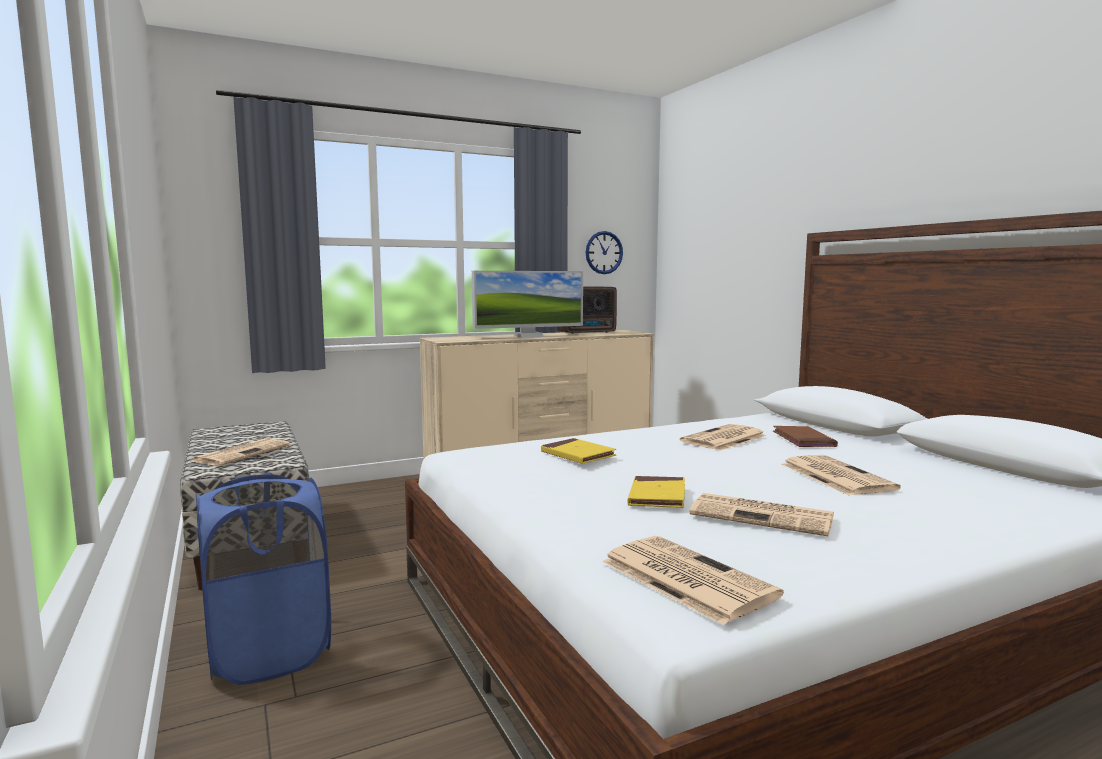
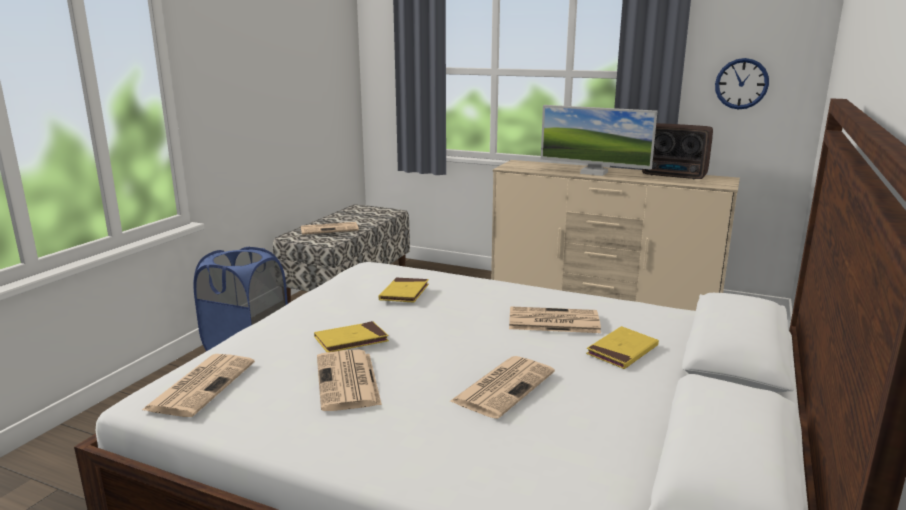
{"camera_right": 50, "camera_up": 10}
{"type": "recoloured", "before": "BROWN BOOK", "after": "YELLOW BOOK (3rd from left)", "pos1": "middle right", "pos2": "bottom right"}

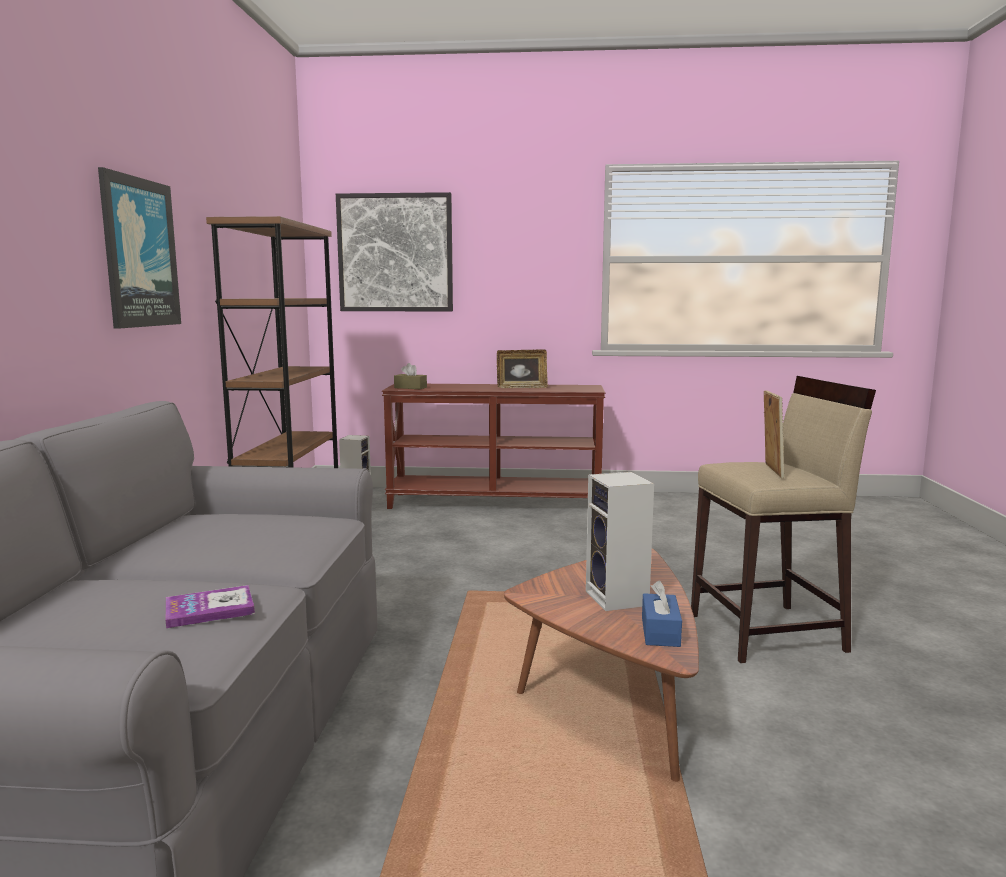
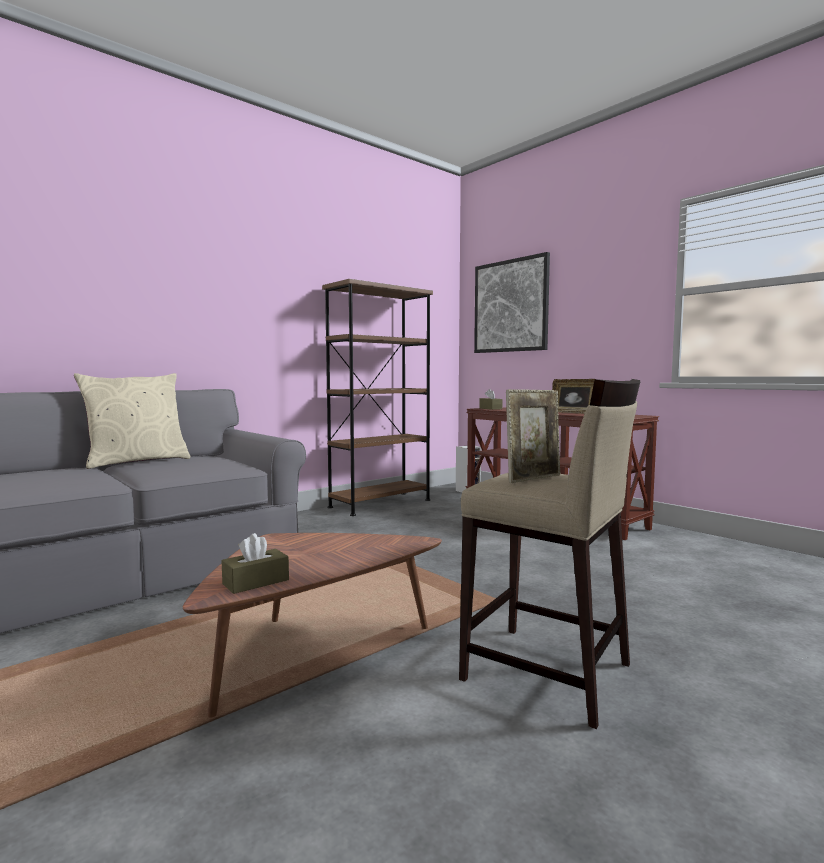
{"camera_right": 45, "camera_up": -5}
{"type": "removed", "before": "PICTURE (1st from left)", "pos1": "top left"}
{"type": "removed", "before": "BOOK", "pos1": "bottom left"}
{"type": "removed", "before": "SPEAKER (2nd from left)", "pos1": "centre"}
{"type": "added", "after": "BEIGE PILLOW", "pos2": "middle left"}
{"type": "recoloured", "before": "BLUE TISSUE BOX", "after": "BROWN TISSUE BOX (1st from left)", "pos1": "bottom centre", "pos2": "middle left"}

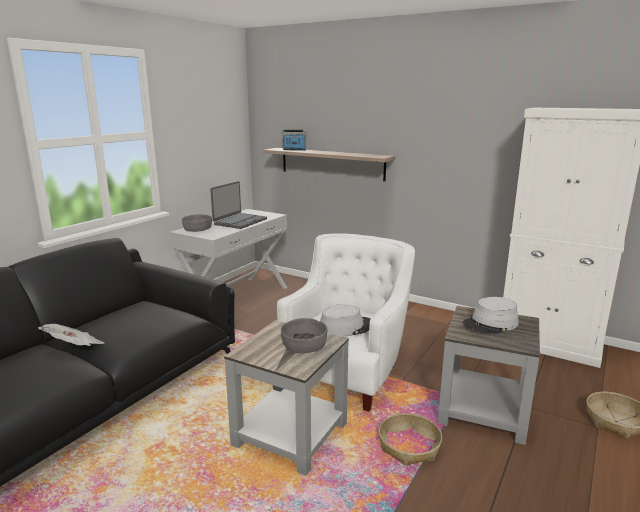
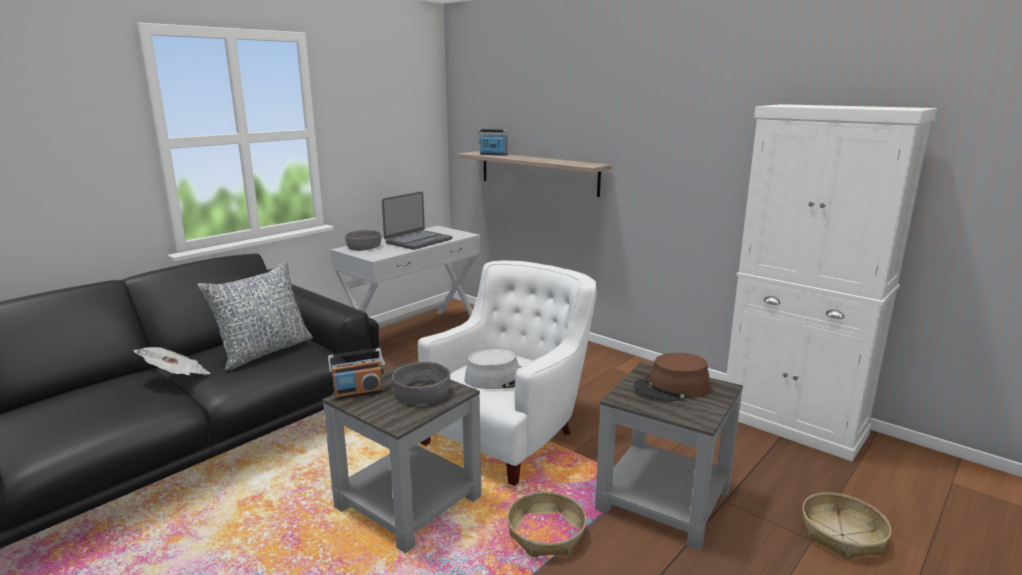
{"camera_right": 10, "camera_up": 0}
{"type": "added", "after": "PILLOW", "pos2": "middle left"}
{"type": "added", "after": "RADIO (1st from left)", "pos2": "centre"}
{"type": "recoloured", "before": "GREY HAT (2nd from left)", "after": "BROWN HAT", "pos1": "middle right", "pos2": "centre"}

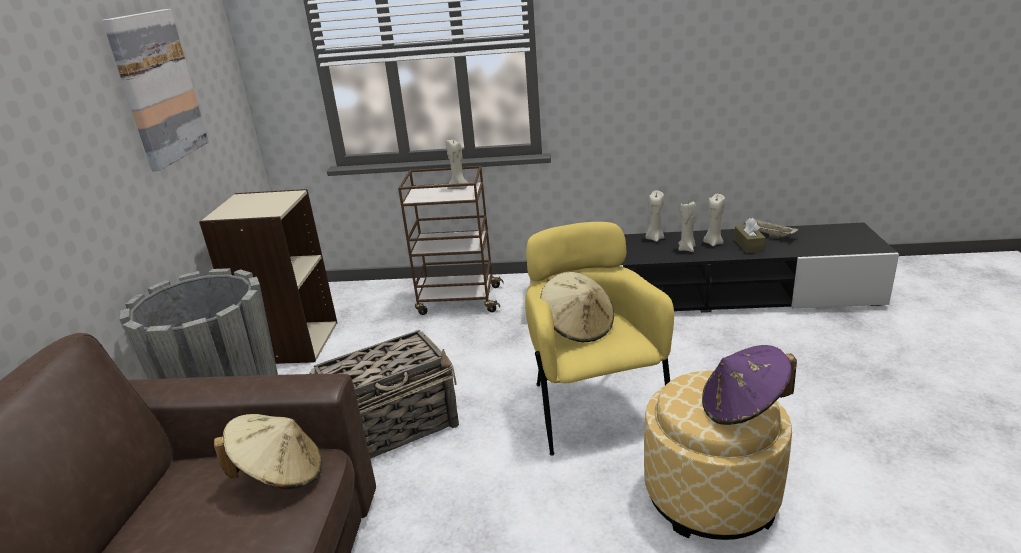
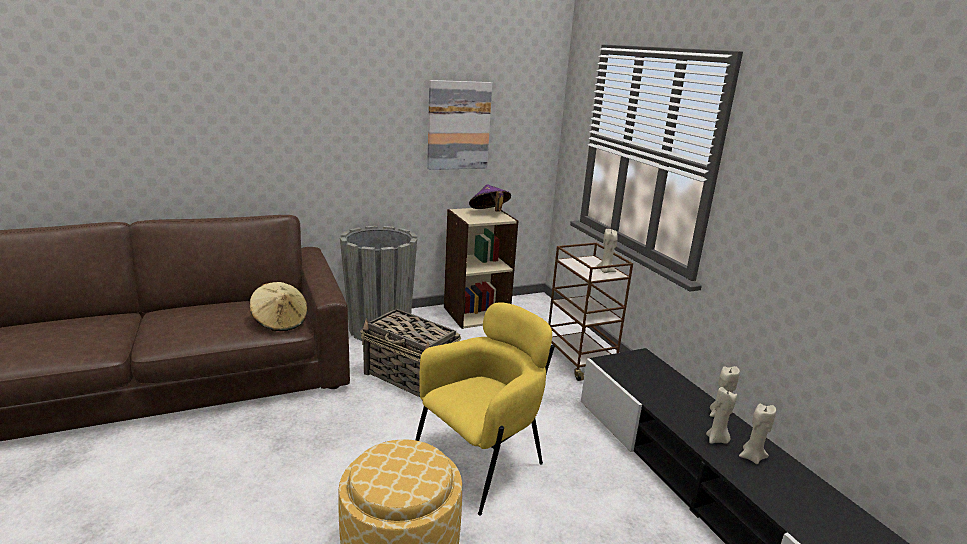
{"camera_right": 60, "camera_up": -5}
{"type": "removed", "before": "BEIGE HAT (2nd from left)", "pos1": "centre"}
{"type": "removed", "before": "BROWN TISSUE BOX", "pos1": "middle right"}
{"type": "removed", "before": "BEIGE TRAY", "pos1": "middle right"}
{"type": "moved", "before": "PURPLE HAT", "pos1": "bottom right", "pos2": "centre"}

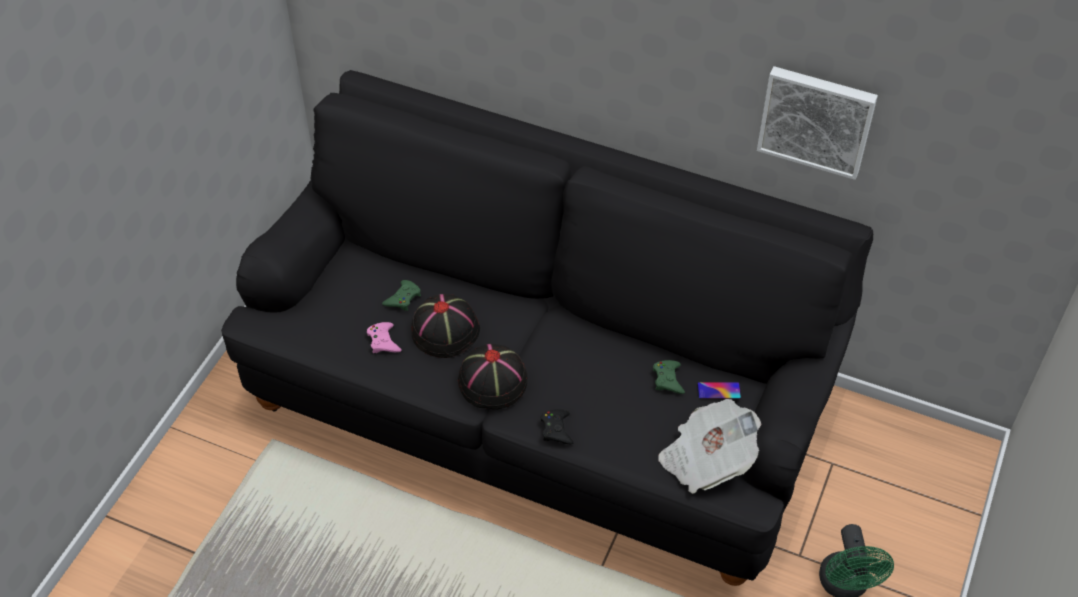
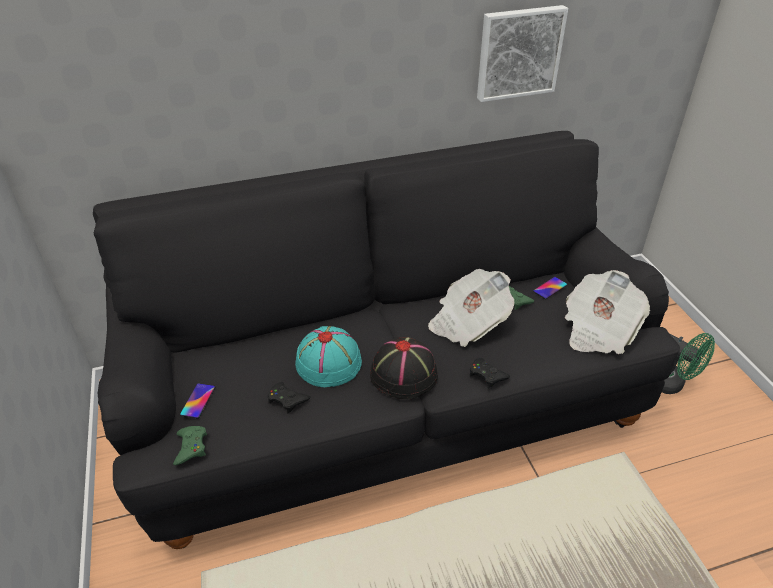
{"camera_right": -40, "camera_up": -10}
{"type": "added", "after": "PHONE (1st from left)", "pos2": "bottom left"}
{"type": "added", "after": "NEWSPAPER (1st from left)", "pos2": "centre"}
{"type": "moved", "before": "GREEN GAME CONTROLLER (1st from left)", "pos1": "centre", "pos2": "bottom left"}
{"type": "recoloured", "before": "PINK GAME CONTROLLER", "after": "BLACK GAME CONTROLLER (1st from left)", "pos1": "centre", "pos2": "bottom centre"}
{"type": "recoloured", "before": "BLACK HAT (1st from left)", "after": "TURQUOISE HAT", "pos1": "centre", "pos2": "centre"}

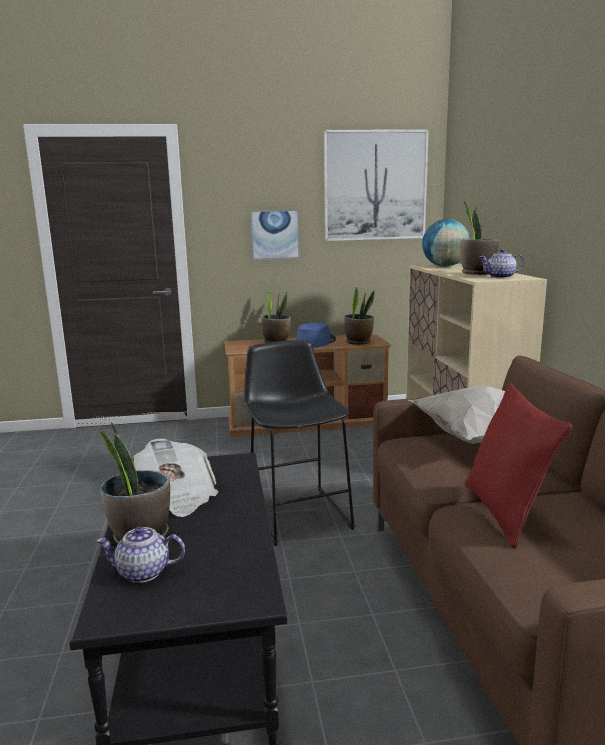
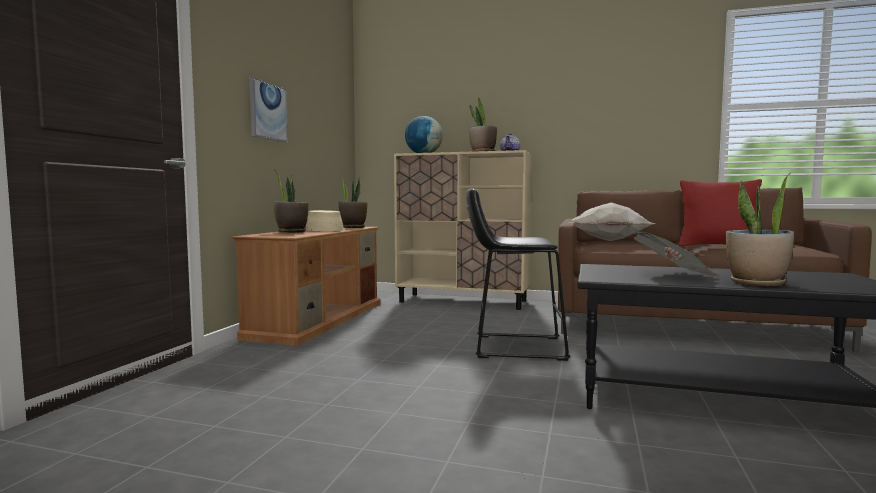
{"camera_right": -65, "camera_up": -10}
{"type": "removed", "before": "TEAPOT (1st from left)", "pos1": "bottom left"}
{"type": "removed", "before": "PICTURE (2nd from left)", "pos1": "top centre"}
{"type": "recoloured", "before": "BLUE HAT", "after": "BEIGE HAT", "pos1": "centre", "pos2": "centre"}

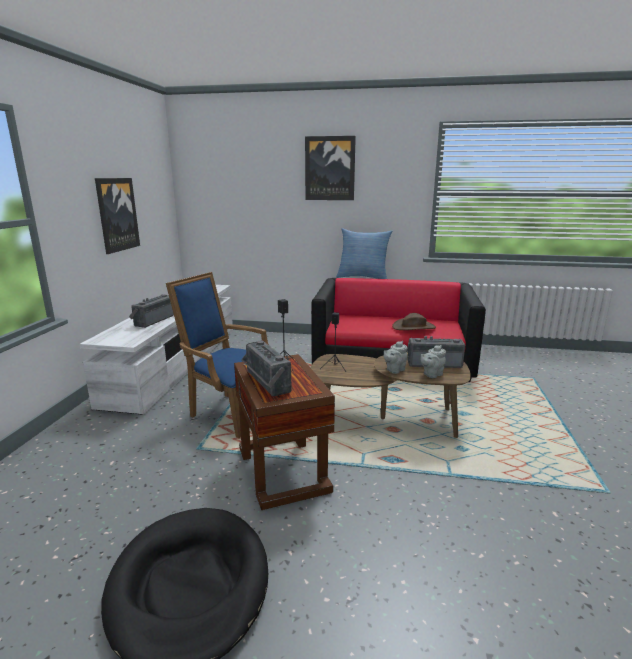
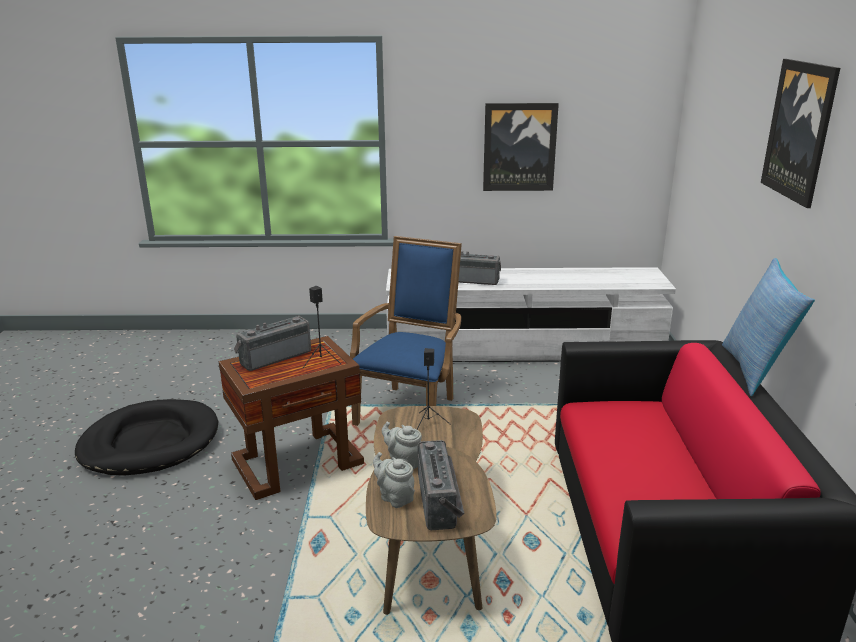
{"camera_right": 80, "camera_up": 5}
{"type": "removed", "before": "BROWN HAT", "pos1": "centre"}

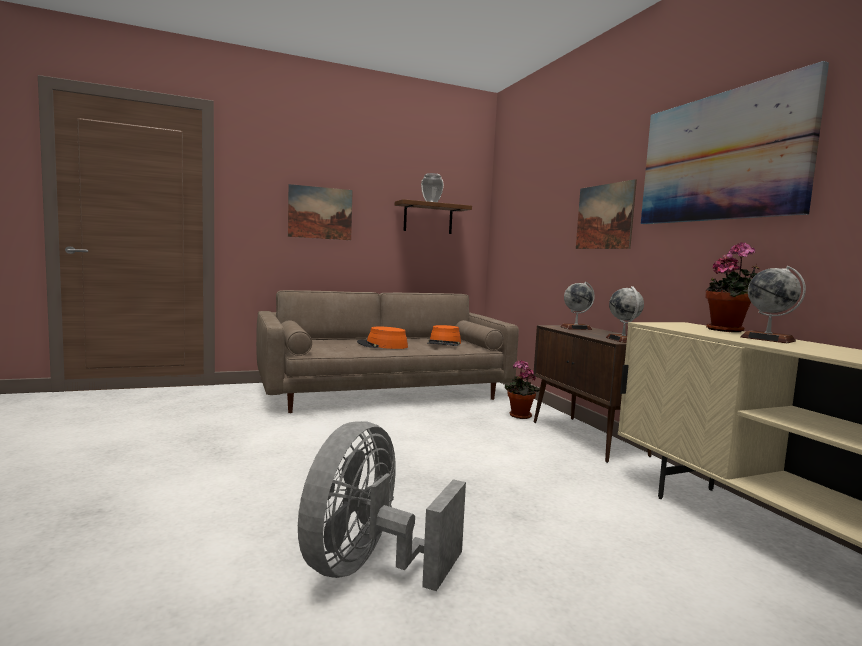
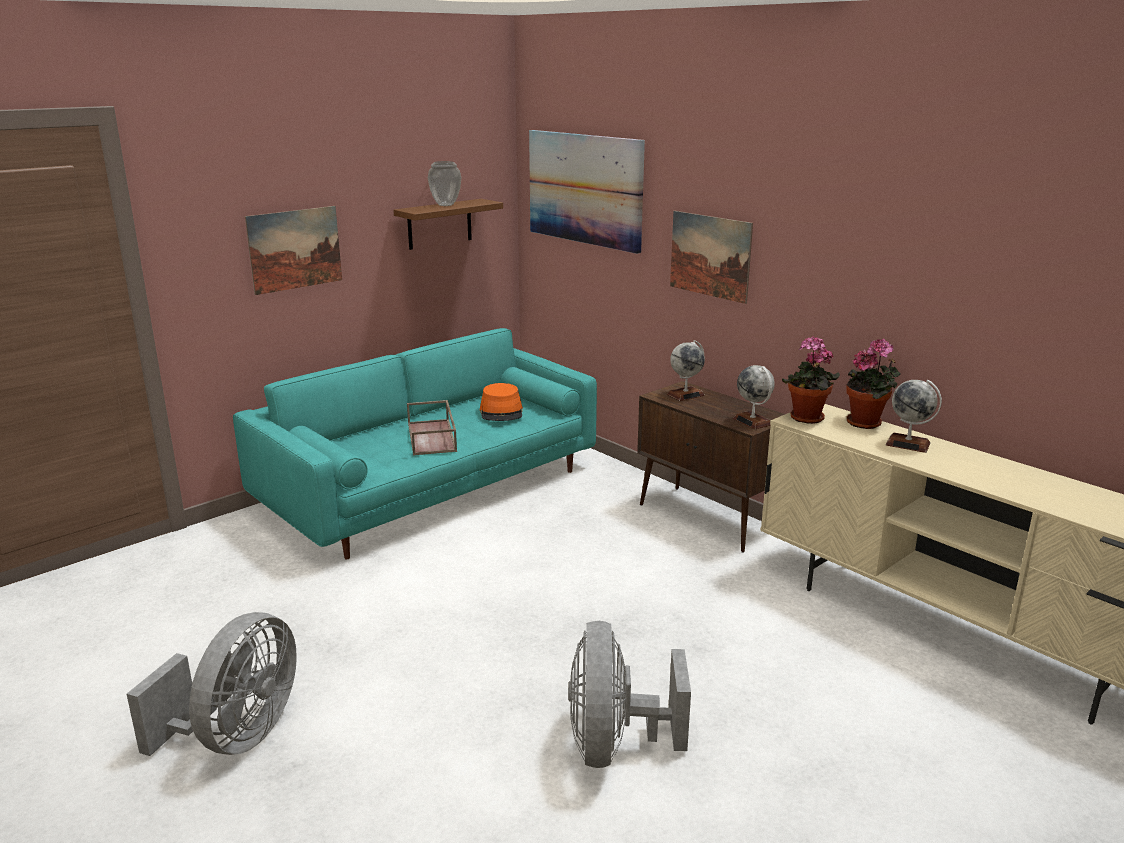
{"camera_right": -20, "camera_up": 15}
{"type": "added", "after": "GREY FAN (1st from left)", "pos2": "bottom left"}
{"type": "moved", "before": "POTTED PLANT (1st from left)", "pos1": "centre", "pos2": "middle right"}
{"type": "moved", "before": "PICTURE (3rd from left in the first image)", "after": "PICTURE (2nd from left)", "pos1": "top right", "pos2": "top centre"}
{"type": "replaced", "before": "ORANGE HAT (1st from left)", "after": "BROWN TRAY", "pos1": "centre", "pos2": "centre"}
{"type": "recoloured", "before": "BEIGE SOFA", "after": "TURQUOISE SOFA", "pos1": "centre", "pos2": "centre"}

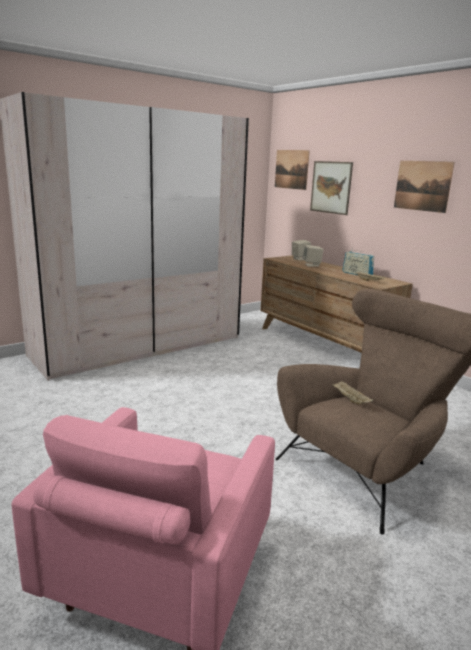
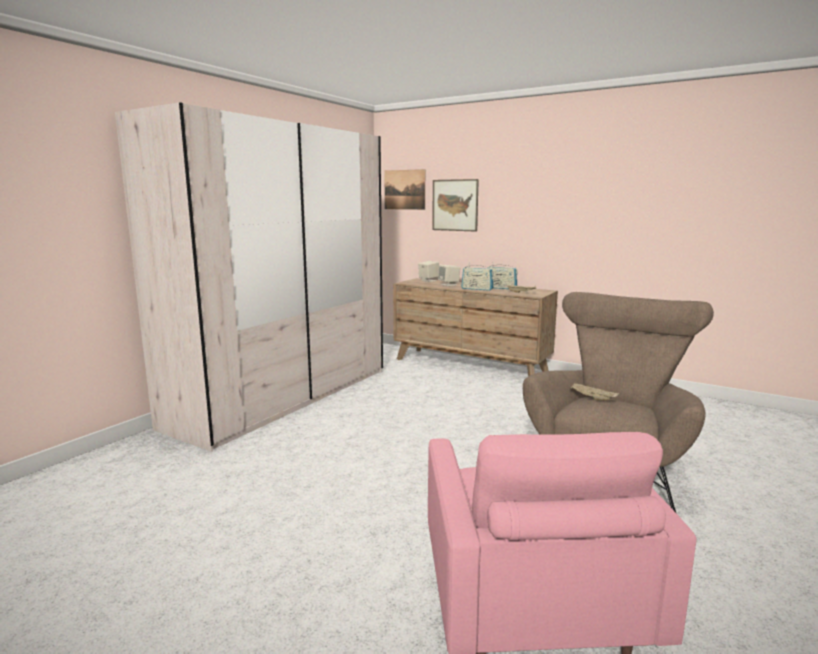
{"camera_right": -20, "camera_up": -5}
{"type": "removed", "before": "PICTURE (3rd from left)", "pos1": "top right"}
{"type": "added", "after": "RADIO (1st from left)", "pos2": "centre"}

